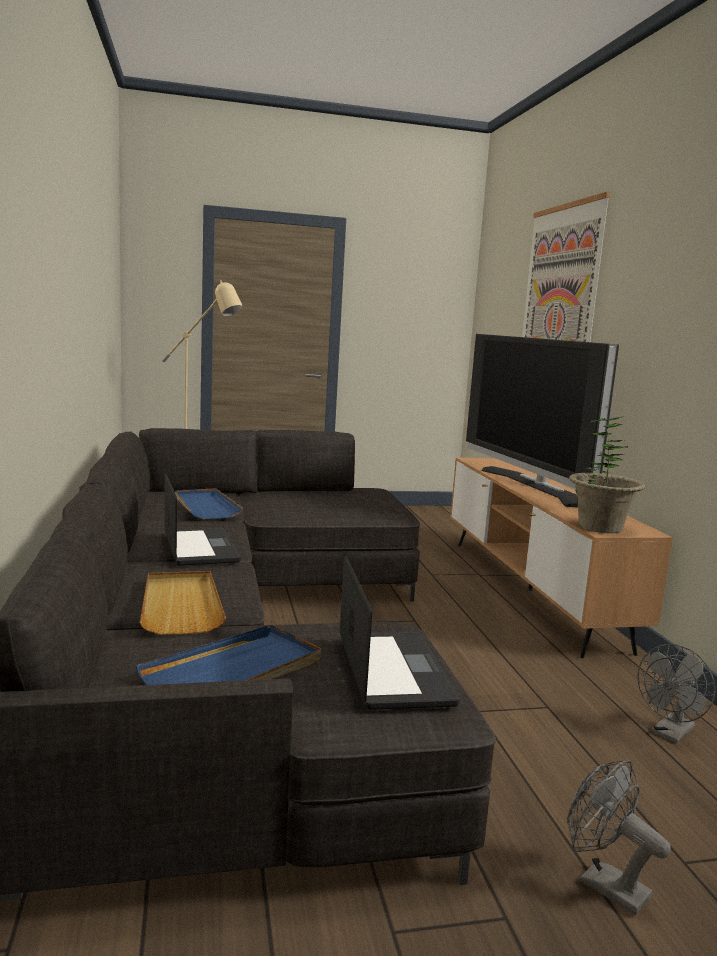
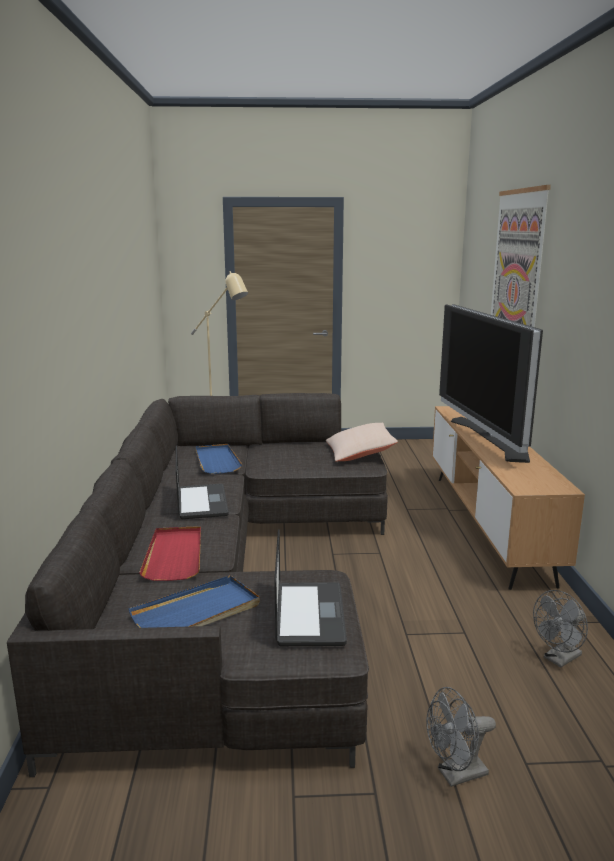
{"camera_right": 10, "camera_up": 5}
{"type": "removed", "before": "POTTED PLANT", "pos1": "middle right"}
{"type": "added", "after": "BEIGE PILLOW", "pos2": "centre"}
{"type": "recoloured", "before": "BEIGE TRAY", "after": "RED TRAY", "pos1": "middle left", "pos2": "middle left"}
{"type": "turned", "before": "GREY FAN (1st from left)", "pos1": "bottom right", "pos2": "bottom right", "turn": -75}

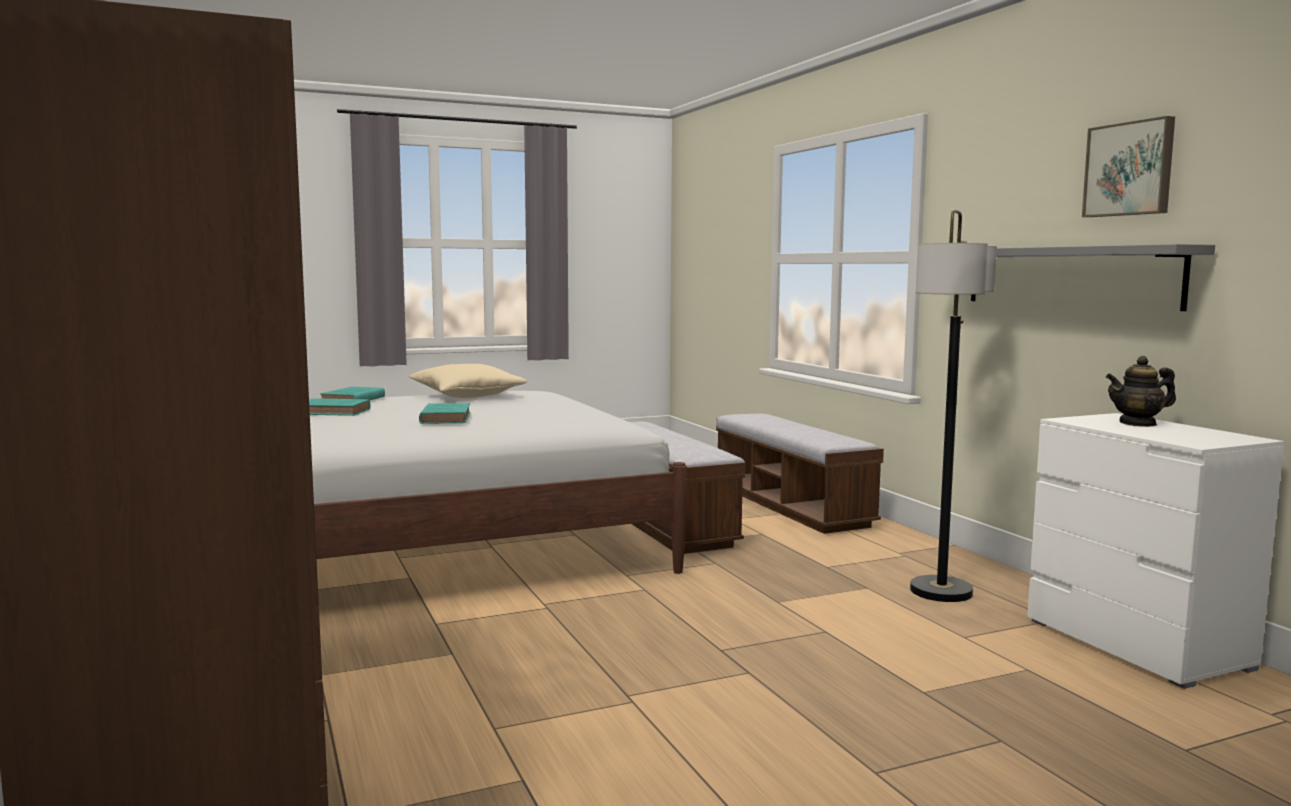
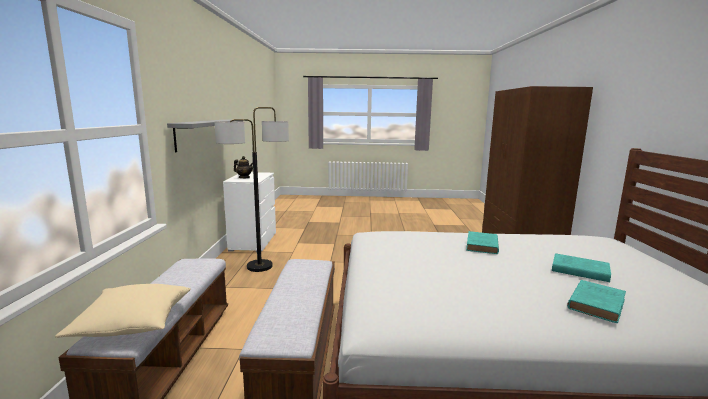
{"camera_right": -155, "camera_up": 5}
{"type": "removed", "before": "PICTURE", "pos1": "top right"}
{"type": "moved", "before": "BEIGE PILLOW", "pos1": "centre", "pos2": "bottom left"}

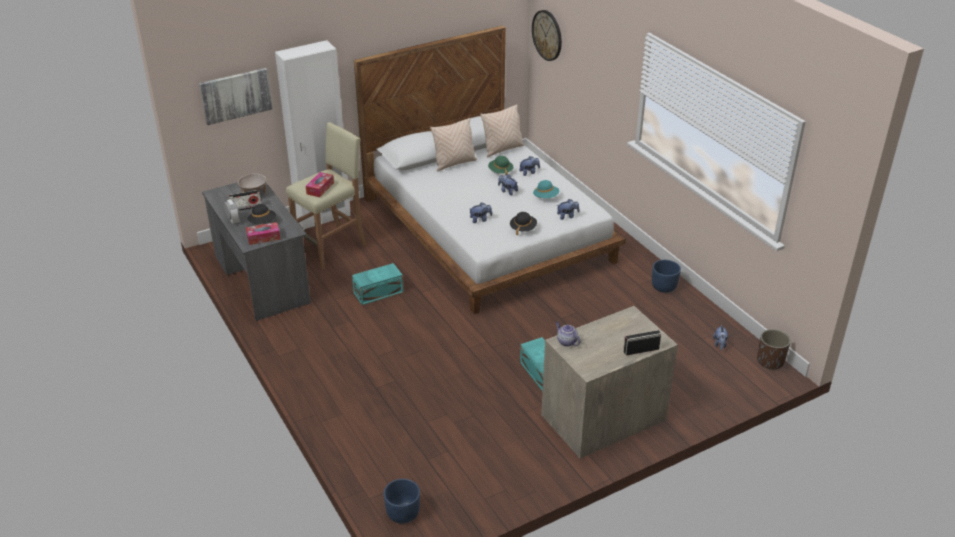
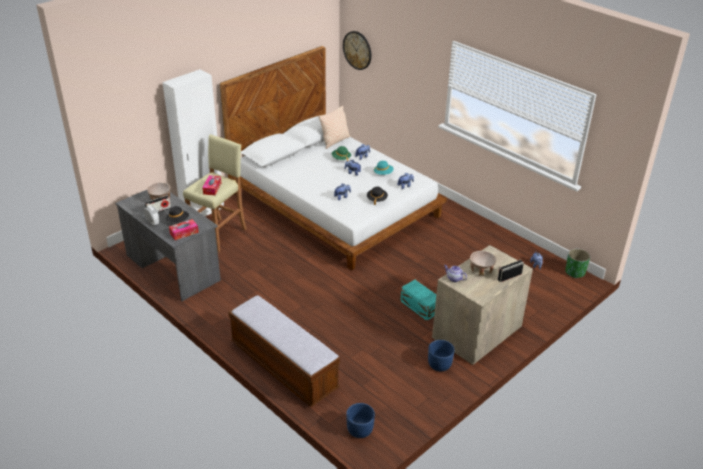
{"camera_right": -15, "camera_up": 0}
{"type": "removed", "before": "PICTURE", "pos1": "top left"}
{"type": "removed", "before": "TURQUOISE STORAGE BOX (1st from left)", "pos1": "centre"}
{"type": "removed", "before": "BEIGE PILLOW (1st from left)", "pos1": "top centre"}
{"type": "added", "after": "BENCH", "pos2": "bottom centre"}
{"type": "added", "after": "BEIGE BOWL (2nd from left)", "pos2": "middle right"}
{"type": "moved", "before": "BLUE PLANTER (2nd from left)", "pos1": "middle right", "pos2": "bottom centre"}
{"type": "recoloured", "before": "BROWN PLANTER", "after": "GREEN PLANTER", "pos1": "middle right", "pos2": "middle right"}

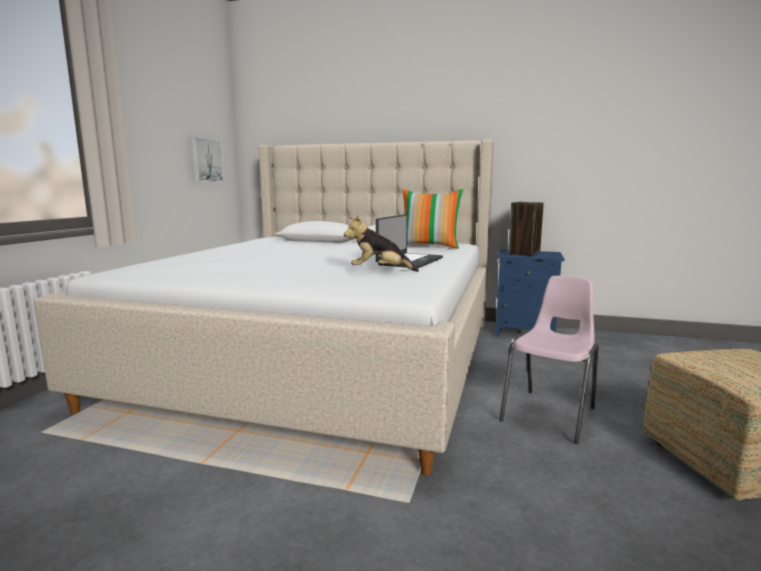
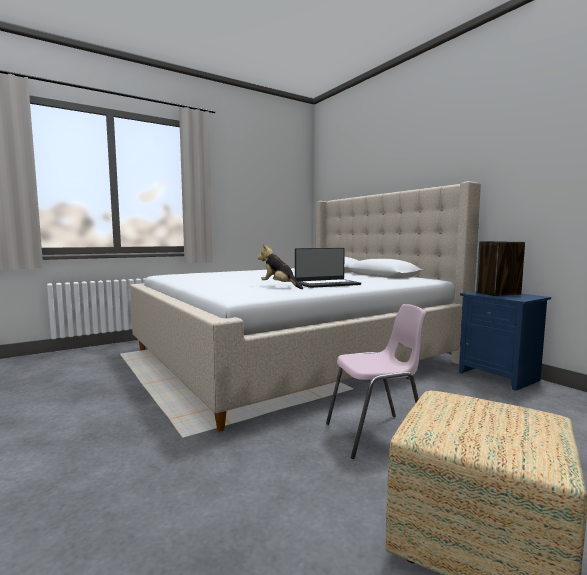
{"camera_right": 40, "camera_up": -5}
{"type": "removed", "before": "PICTURE", "pos1": "top left"}
{"type": "removed", "before": "PILLOW", "pos1": "centre"}

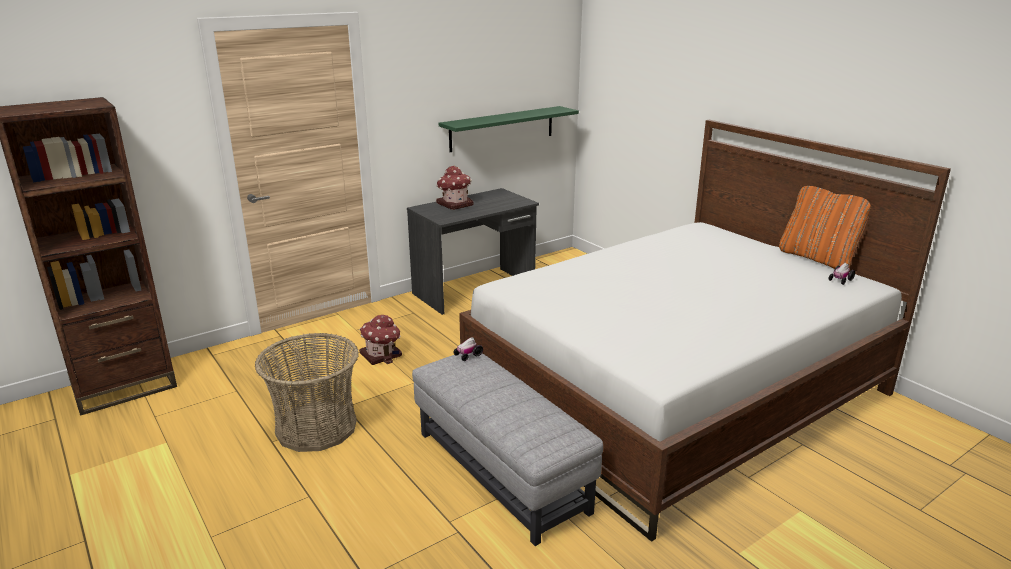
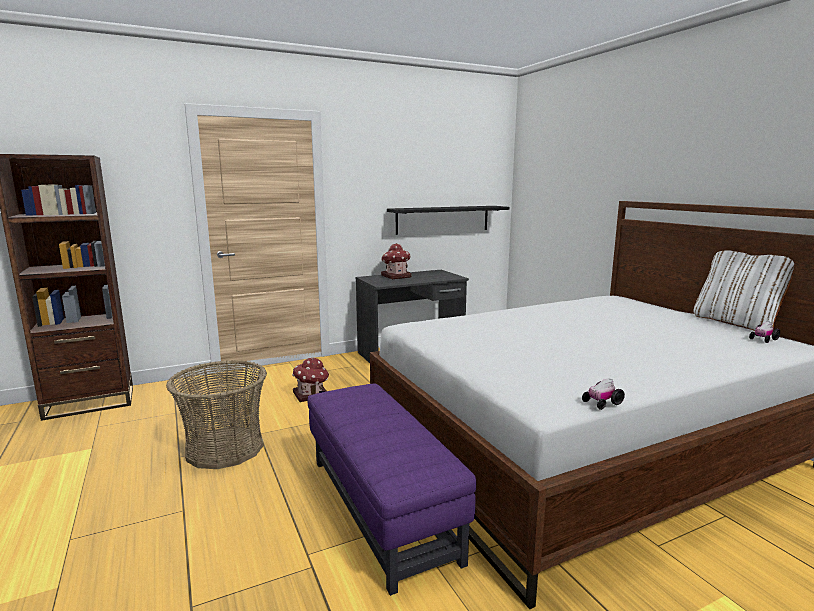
{"camera_right": 10, "camera_up": -10}
{"type": "moved", "before": "TOY CAR (1st from left)", "pos1": "centre", "pos2": "middle right"}
{"type": "recoloured", "before": "GREY OTTOMAN", "after": "PURPLE OTTOMAN", "pos1": "bottom centre", "pos2": "bottom centre"}
{"type": "recoloured", "before": "GREEN SHELF", "after": "BLACK SHELF", "pos1": "top centre", "pos2": "centre"}
{"type": "recoloured", "before": "ORANGE PILLOW", "after": "WHITE PILLOW", "pos1": "middle right", "pos2": "middle right"}

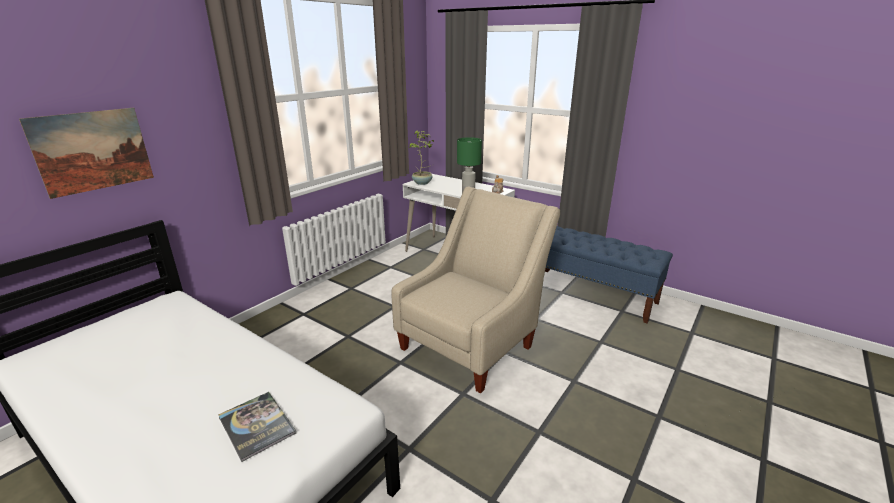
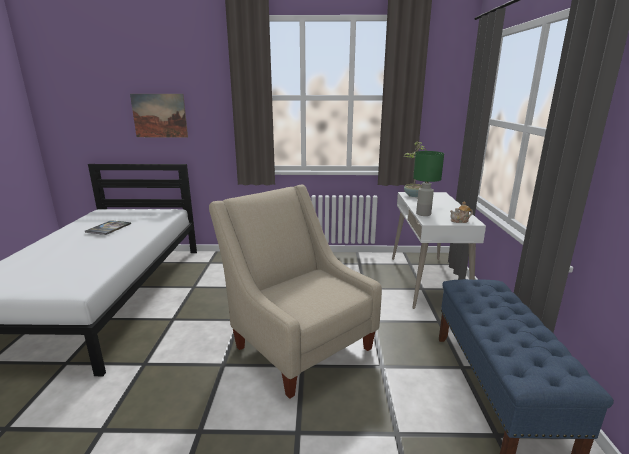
{"camera_right": 55, "camera_up": -5}
{"type": "moved", "before": "BOOK", "pos1": "bottom left", "pos2": "middle left"}
{"type": "turned", "before": "BEIGE ARMCHAIR", "pos1": "centre", "pos2": "centre", "turn": -135}

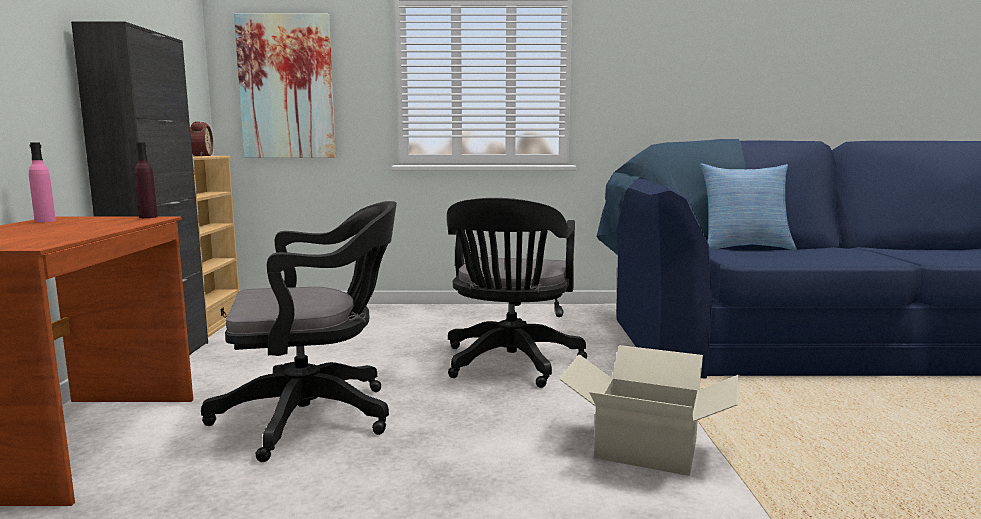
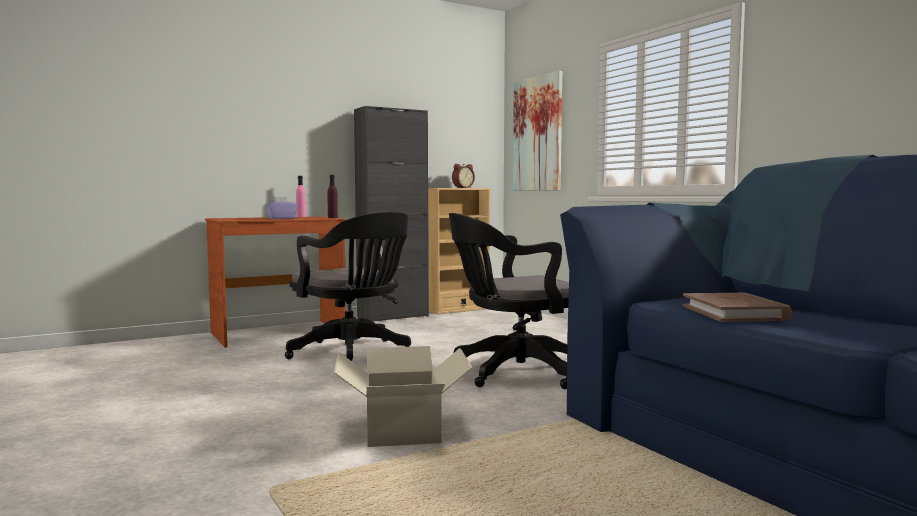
{"camera_right": 60, "camera_up": -5}
{"type": "removed", "before": "PILLOW", "pos1": "middle right"}
{"type": "added", "after": "PURPLE TISSUE BOX", "pos2": "middle left"}
{"type": "added", "after": "BROWN BOOK", "pos2": "middle right"}

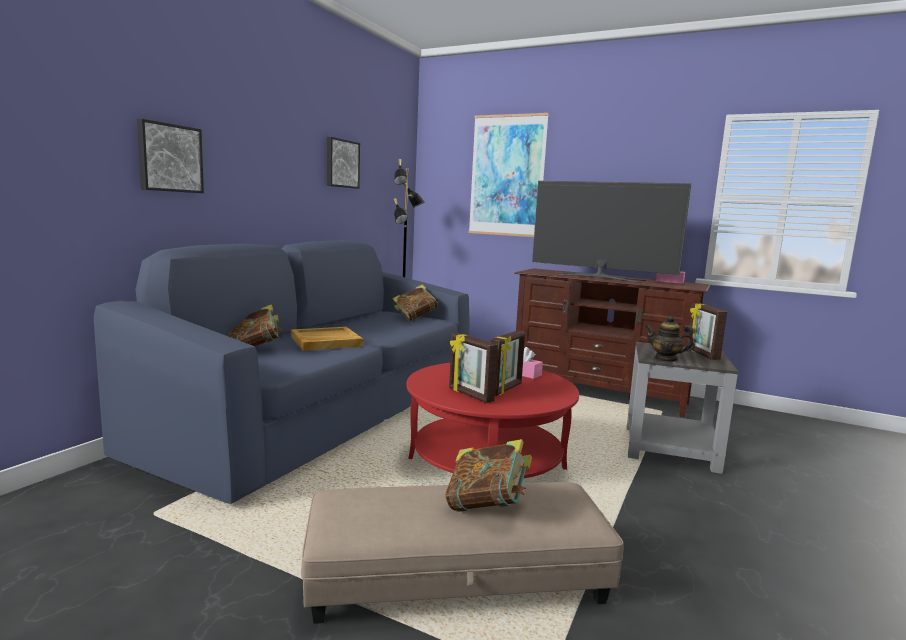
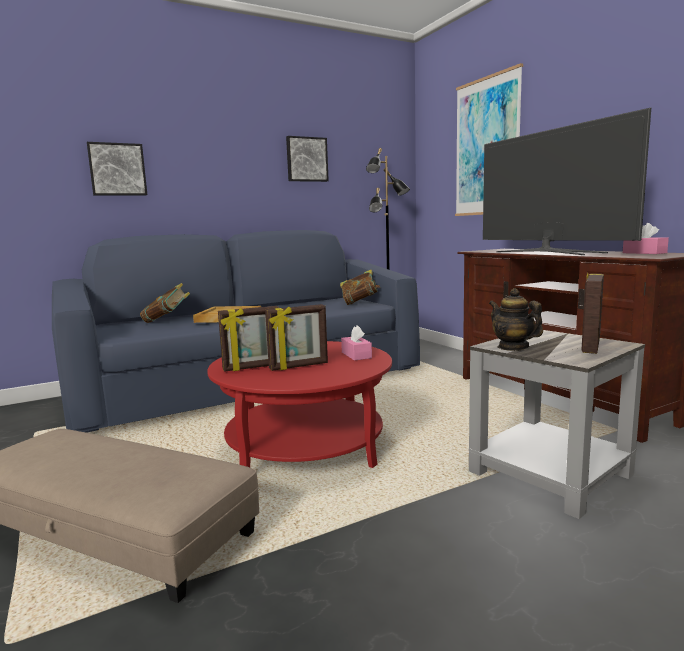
{"camera_right": 35, "camera_up": 0}
{"type": "removed", "before": "BOOK (3rd from left)", "pos1": "bottom centre"}
{"type": "turned", "before": "PICTURE FRAME (1st from left)", "pos1": "centre", "pos2": "centre", "turn": -105}

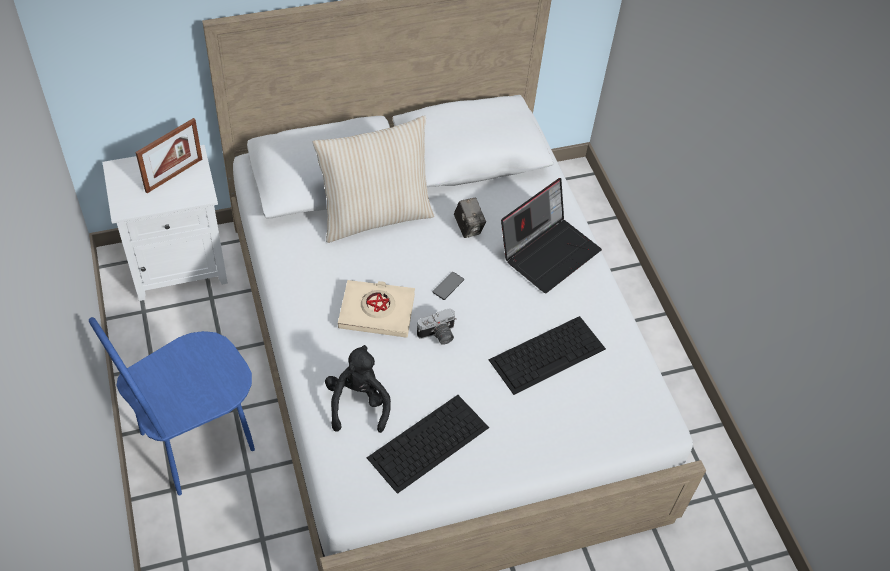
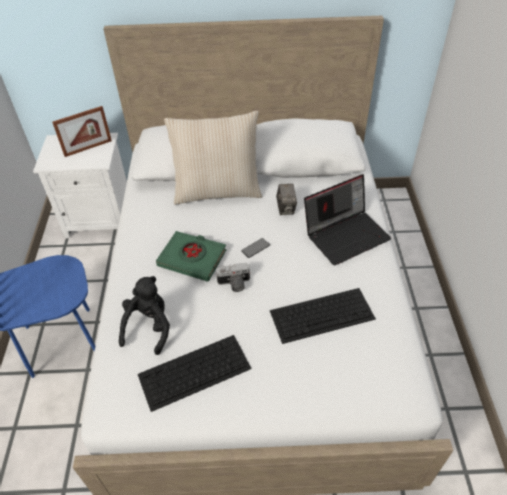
{"camera_right": 20, "camera_up": -5}
{"type": "recoloured", "before": "BEIGE BOOK", "after": "GREEN BOOK", "pos1": "centre", "pos2": "centre"}

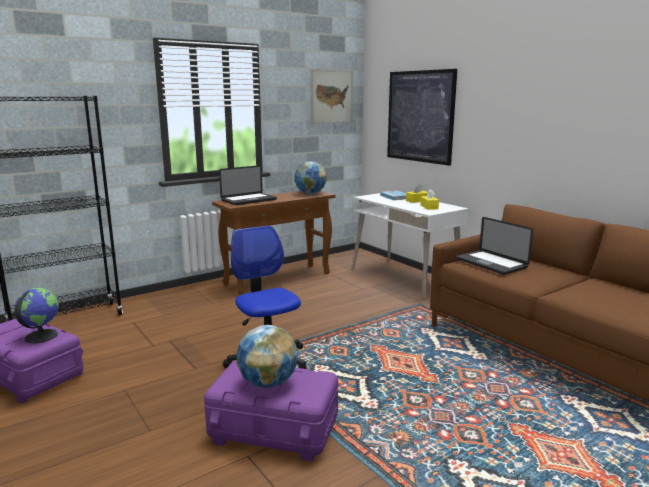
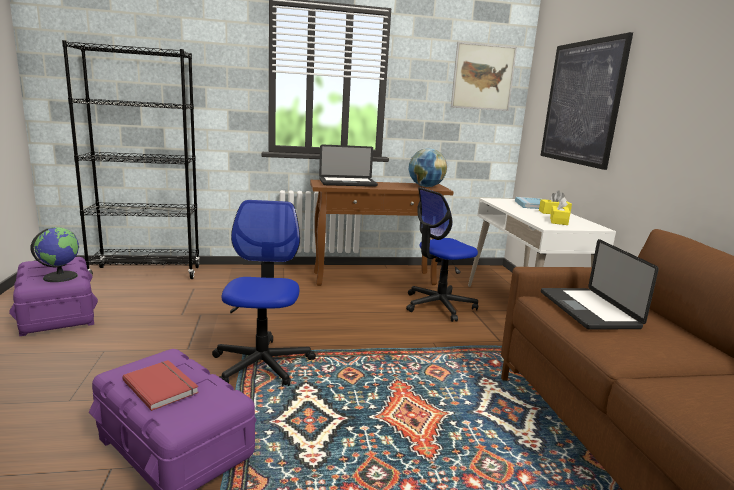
{"camera_right": 25, "camera_up": 0}
{"type": "added", "after": "OFFICE CHAIR (2nd from left)", "pos2": "centre"}
{"type": "replaced", "before": "GLOBE (2nd from left)", "after": "RED BOOK", "pos1": "bottom centre", "pos2": "bottom left"}

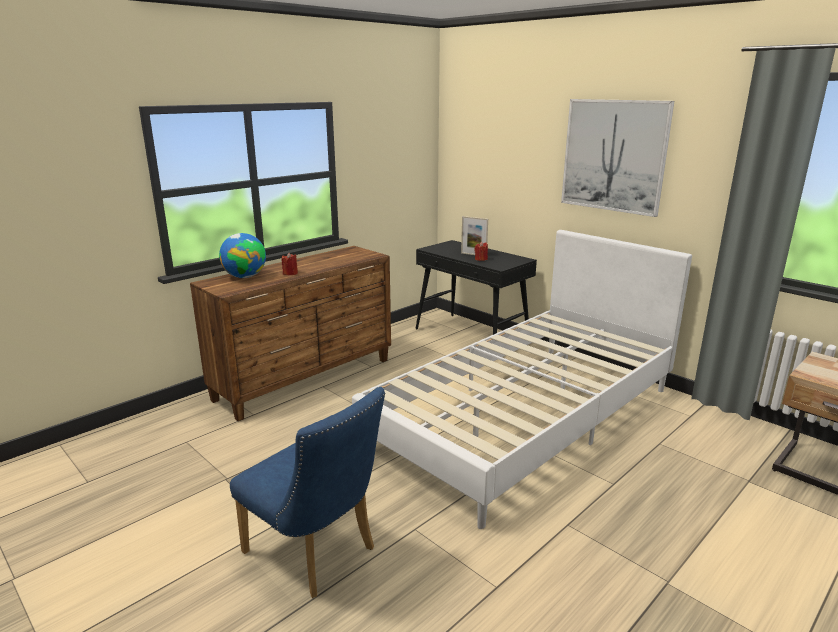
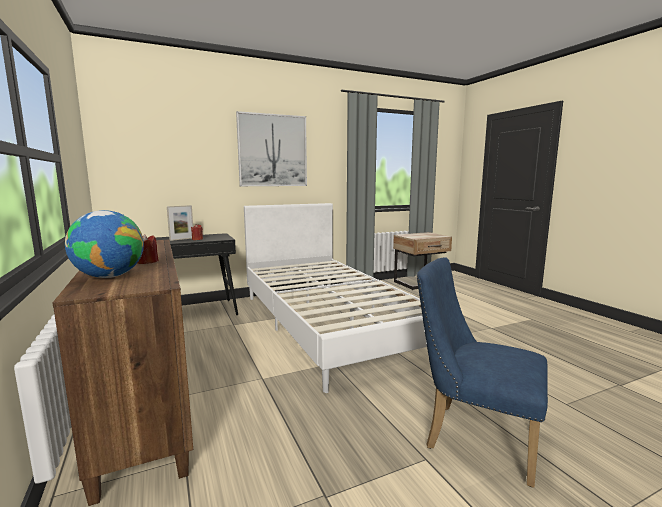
{"camera_right": -70, "camera_up": -10}
{"type": "turned", "before": "BLUE CHAIR", "pos1": "bottom centre", "pos2": "bottom right", "turn": -120}

